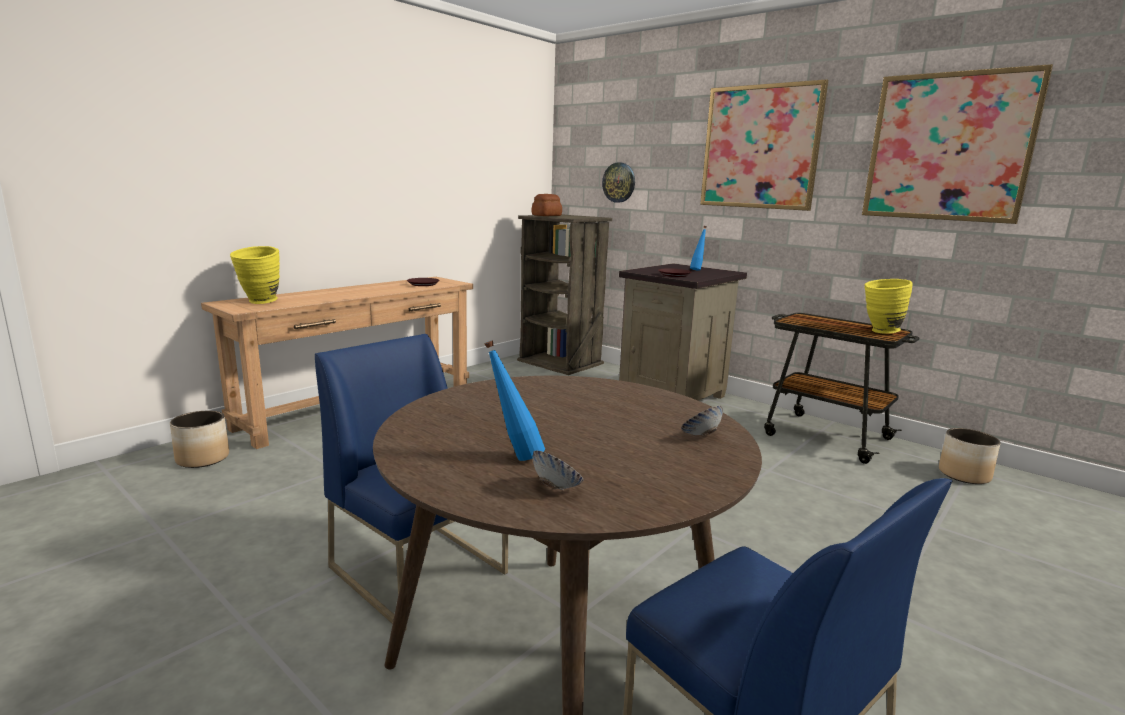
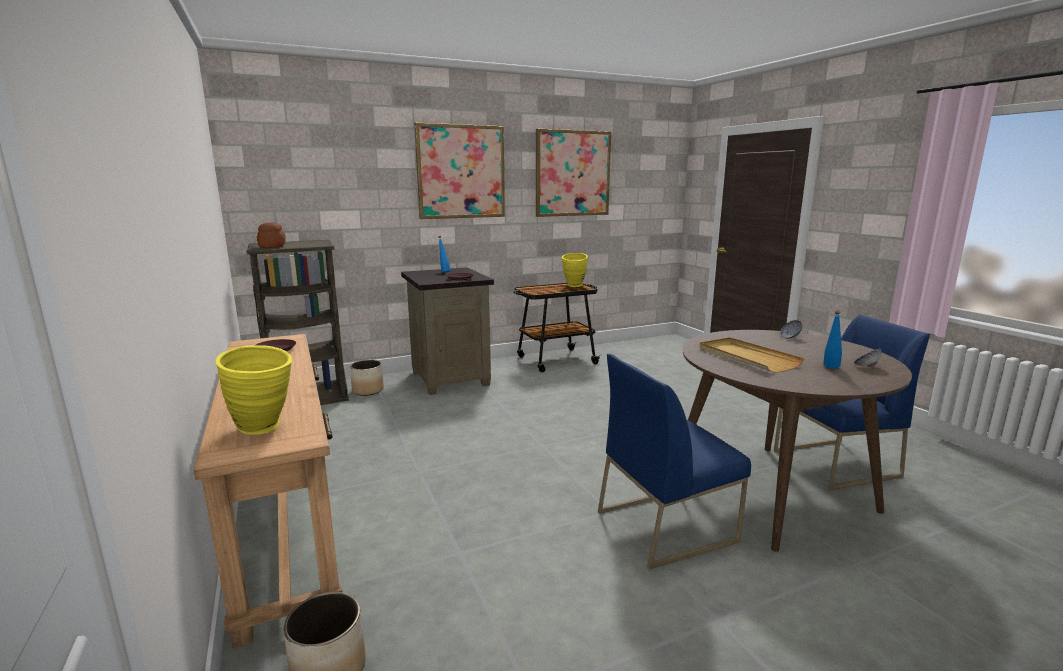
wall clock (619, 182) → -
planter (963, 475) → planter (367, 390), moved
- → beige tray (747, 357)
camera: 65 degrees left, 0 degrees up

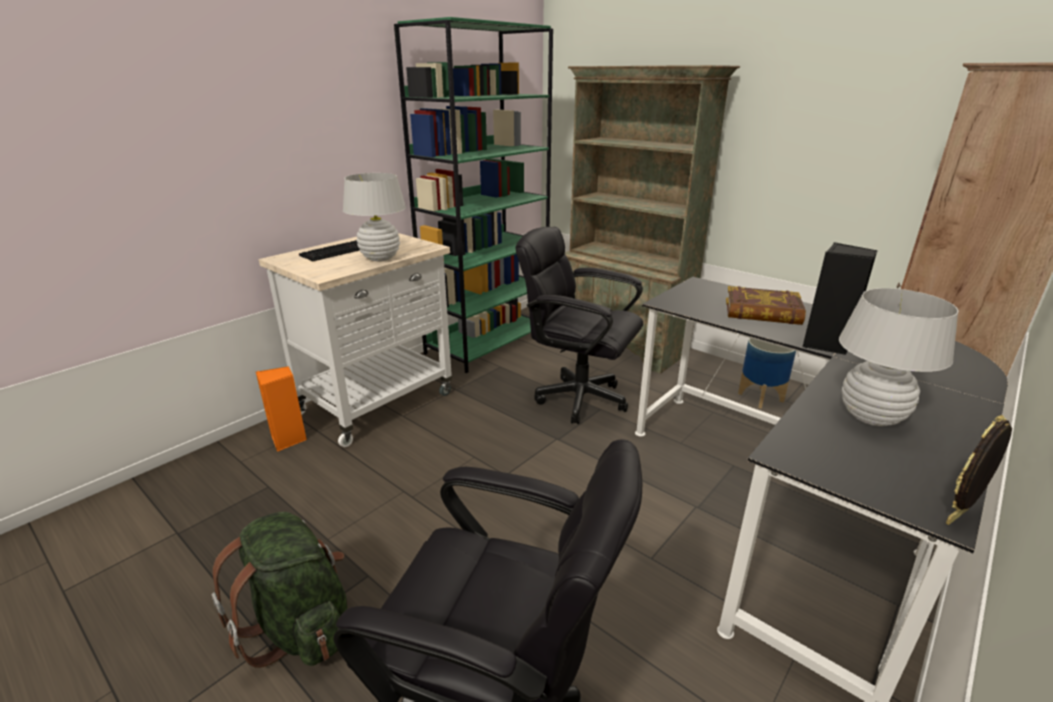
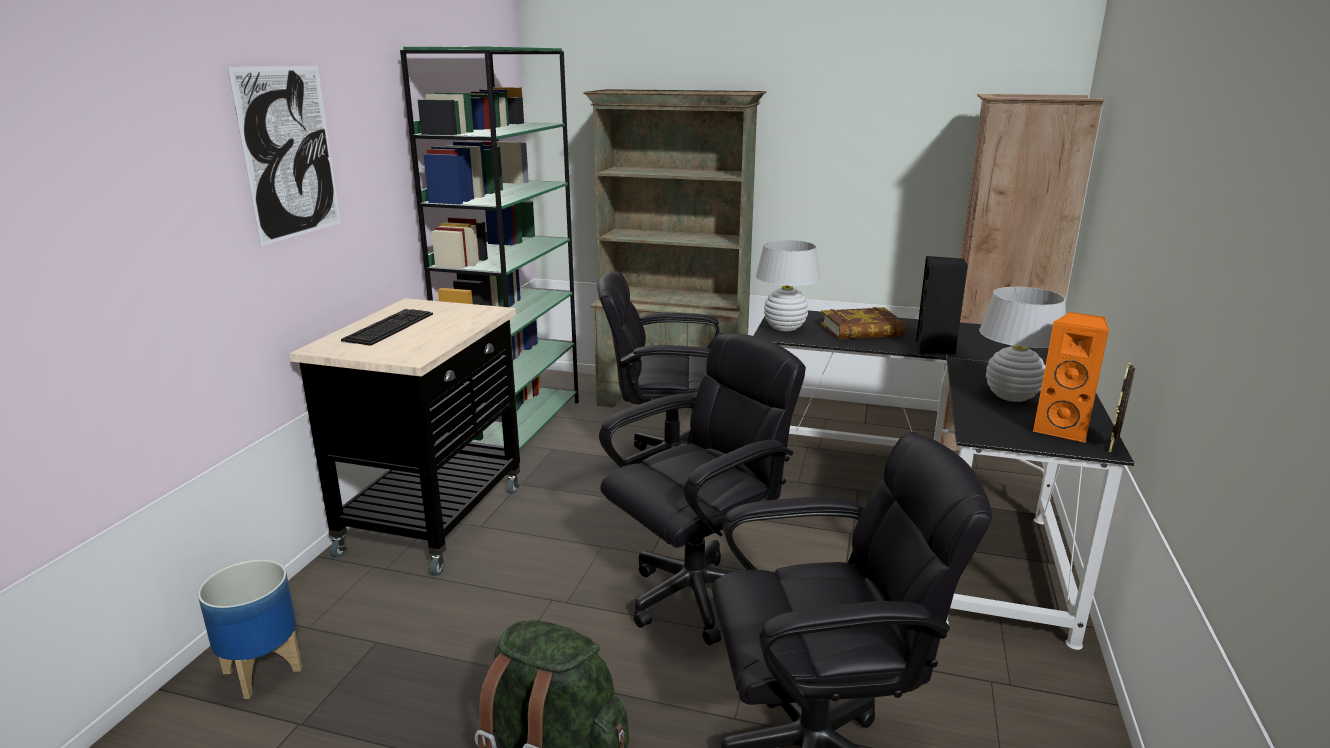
white table lamp (380, 258) → white table lamp (785, 328), moved
white cart (376, 402) → black cart (433, 520)
planter (761, 397) → planter (264, 670), moved
orange speaker (289, 439) → orange speaker (1062, 430), moved
- → picture (289, 153)
- → black office chair (699, 594)
camera: 25 degrees left, 5 degrees down

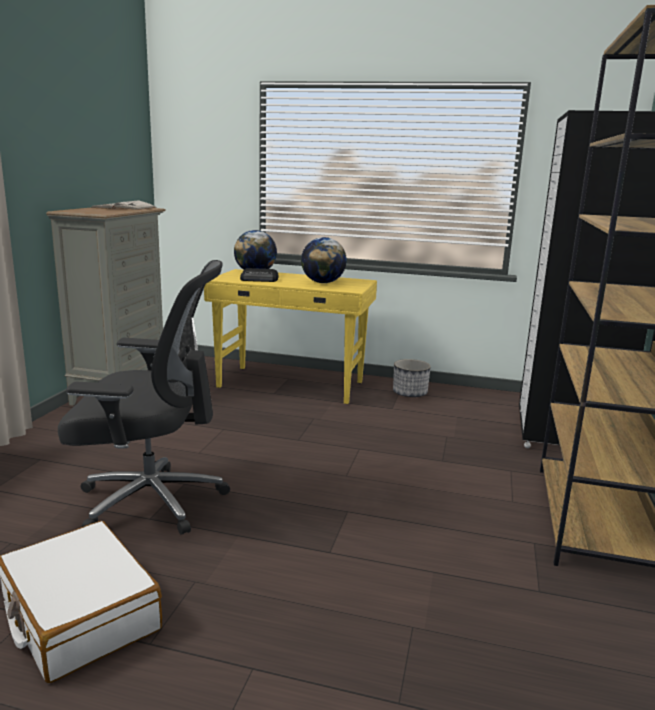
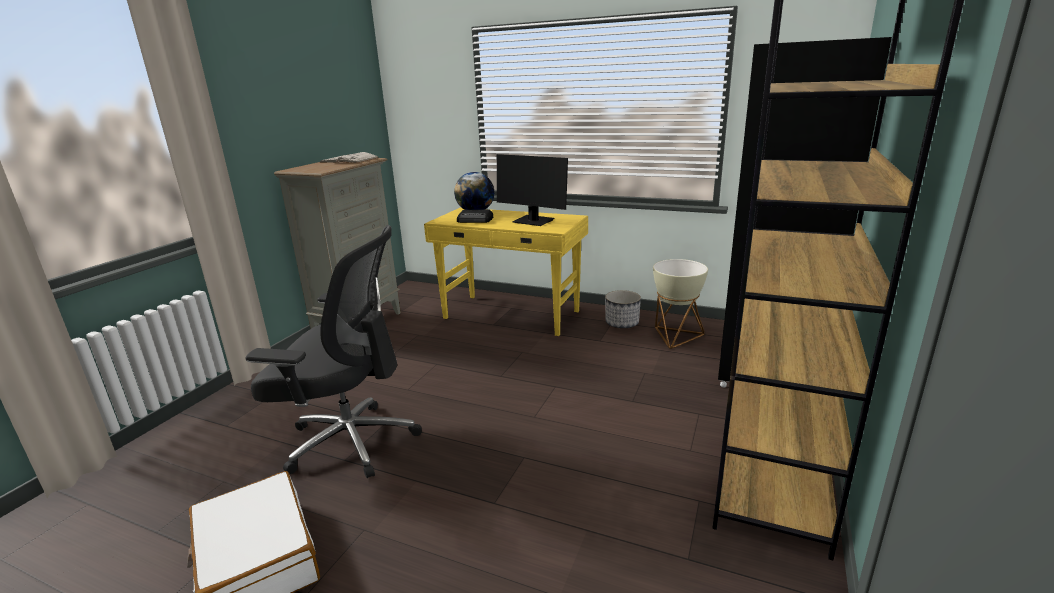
globe (323, 282) → monitor (533, 221)
- → planter (675, 336)
camera: 10 degrees right, 5 degrees up

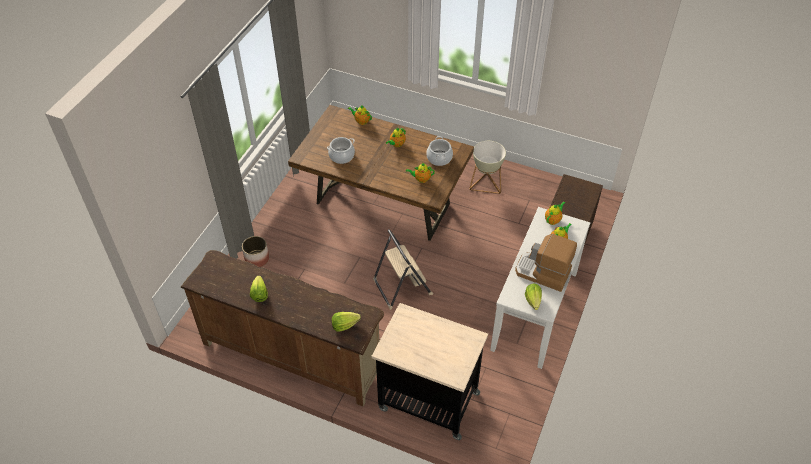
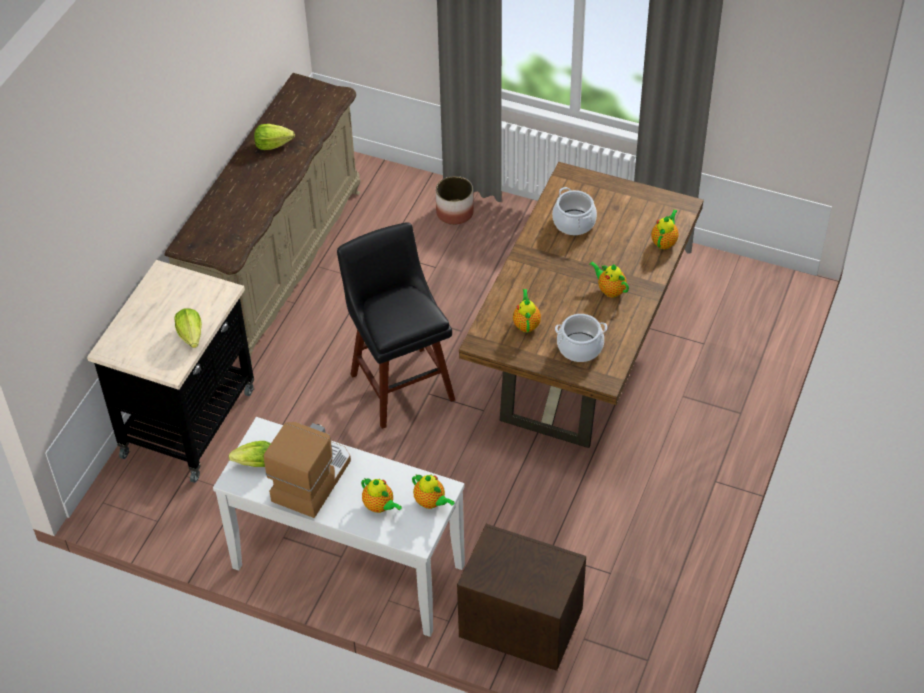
planter (486, 185) → -
beige step ladder (400, 287) → black stool (400, 384)
lettuce (344, 325) → lettuce (191, 336), moved
camera: 90 degrees right, 0 degrees up

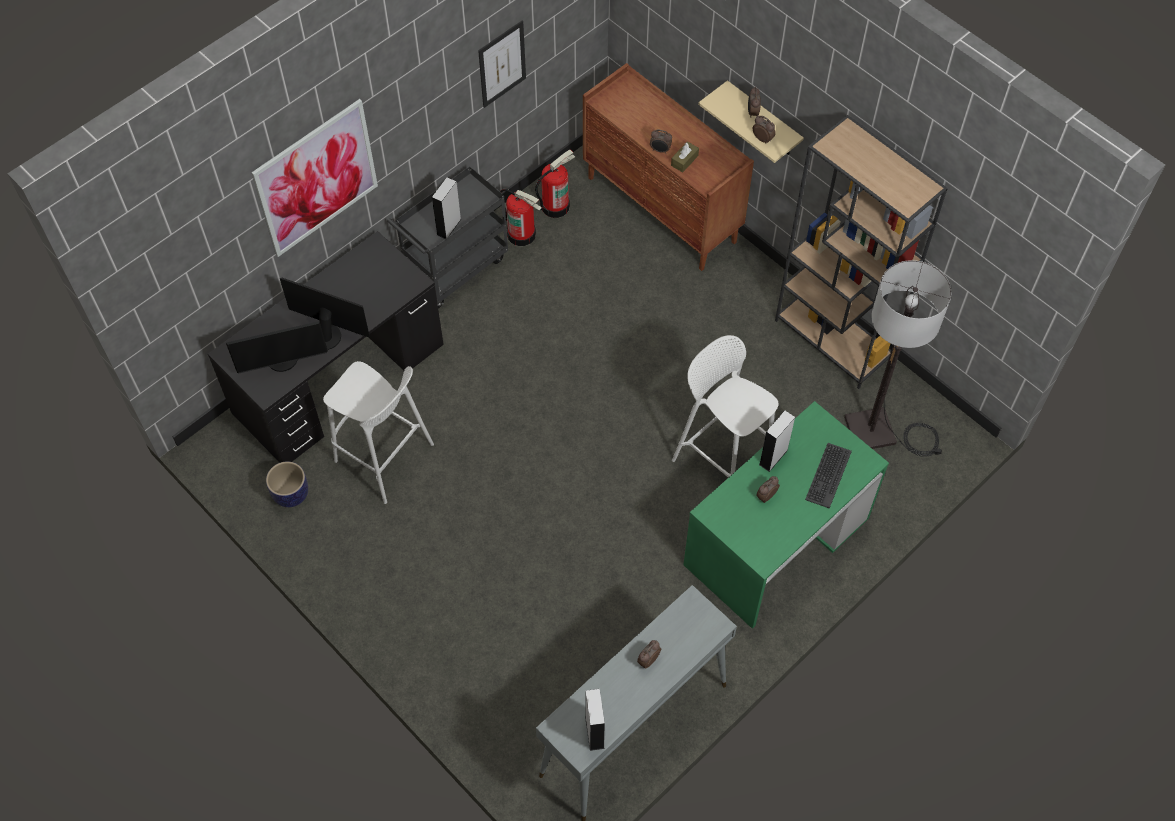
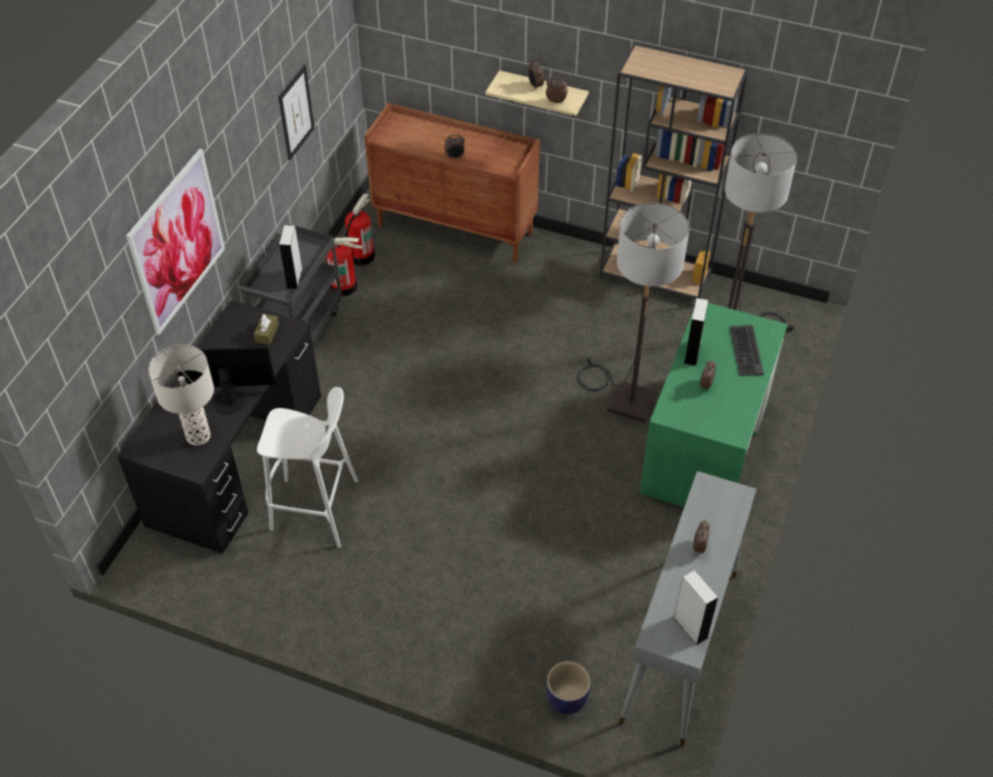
brown tissue box (684, 160) → brown tissue box (267, 333), moved
monitor (283, 361) → white table lamp (198, 435)
white stool (723, 456) → floor lamp (620, 395)
planter (290, 494) → planter (566, 699), moved
camera: 25 degrees left, 10 degrees down

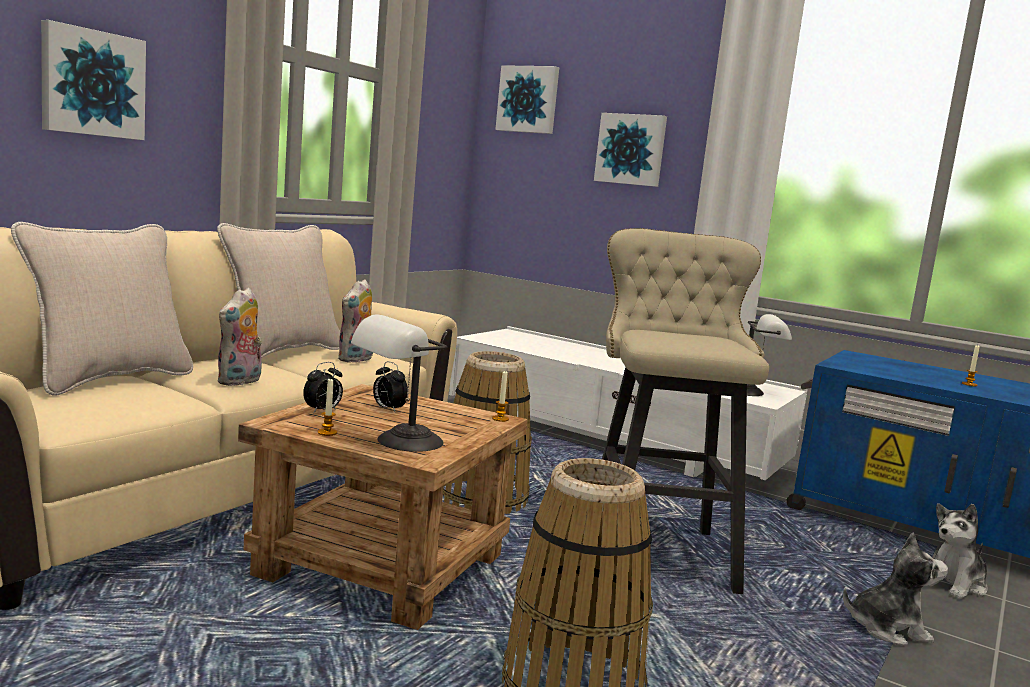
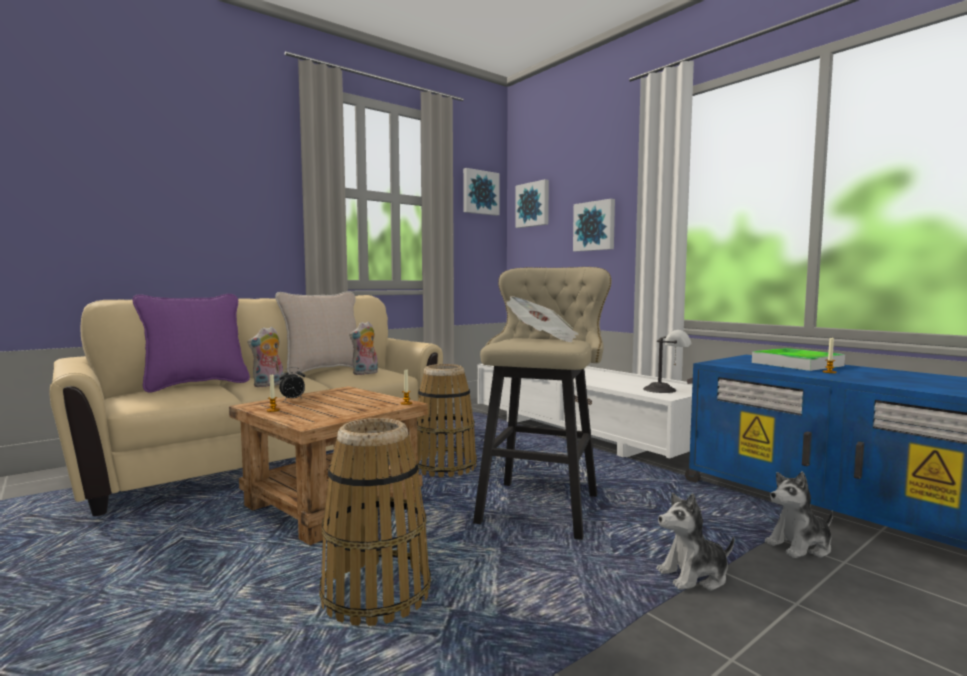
picture (92, 83) → picture (480, 192), moved
beige pillow (109, 379) → purple pillow (196, 385)
table lamp (399, 443) → -
alarm clock (388, 409) → -
plush toy (887, 629) → plush toy (694, 576), 150 degrees clockwise
- → newspaper (543, 339)
- → tray (797, 364)
camera: 20 degrees right, 5 degrees down

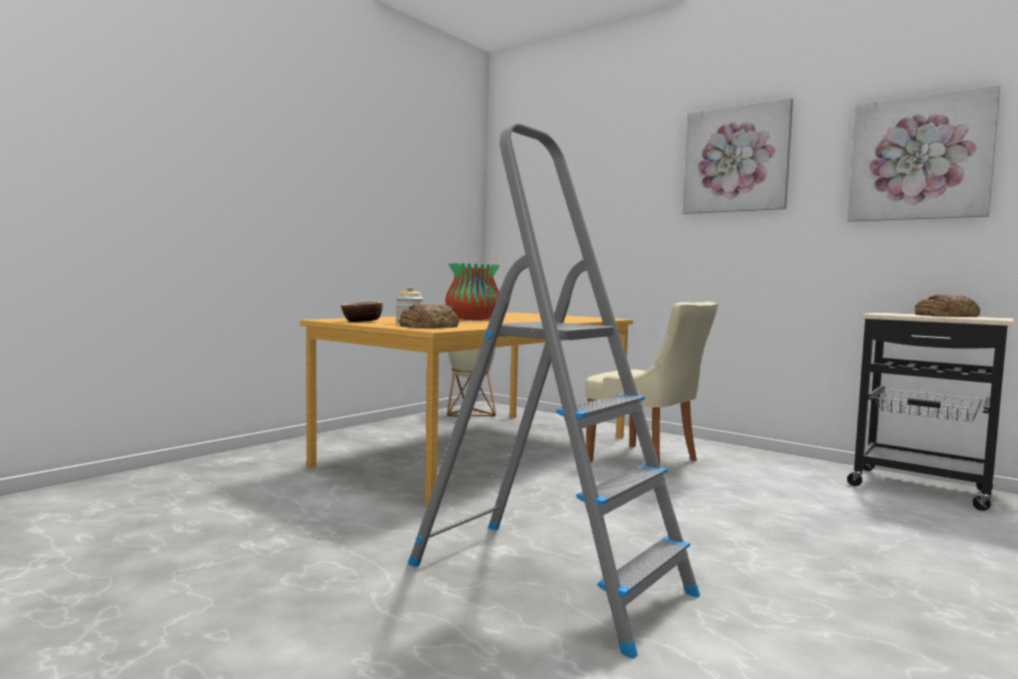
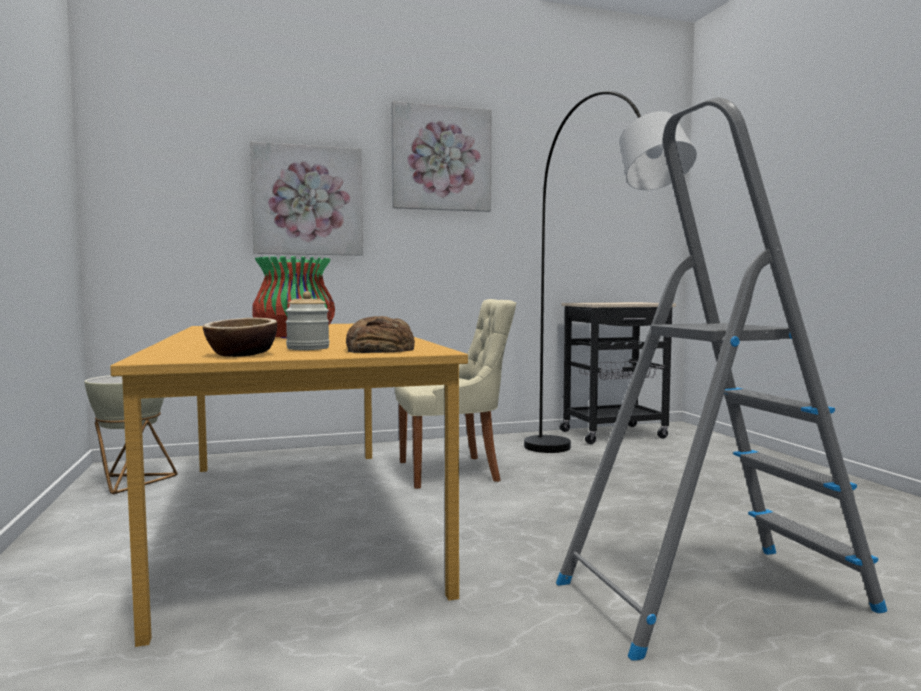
picture (919, 158) → picture (307, 201), moved
bread (946, 315) → -
- → grey floor lamp (595, 470)
camera: 55 degrees left, 0 degrees up

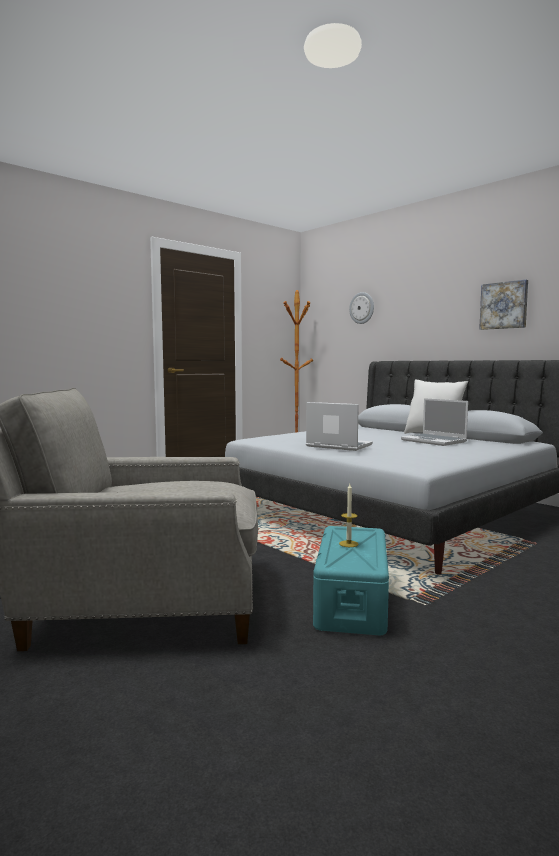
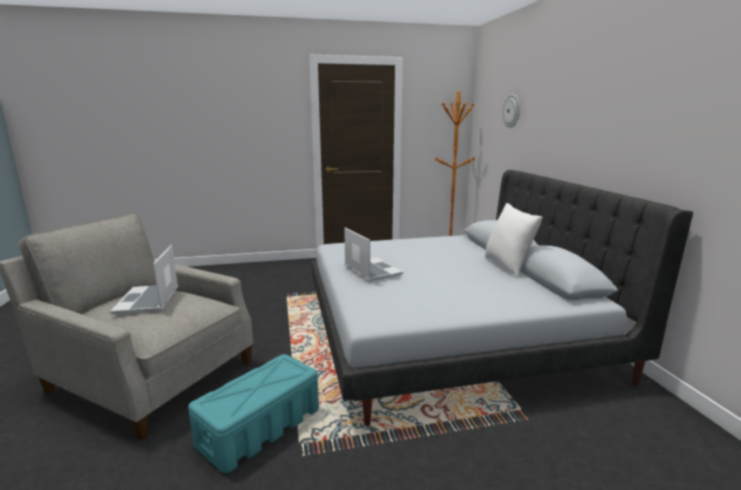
picture (504, 305) → -
laptop (434, 441) → laptop (148, 301), moved
candle (348, 544) → -
camera: 30 degrees right, 10 degrees up

